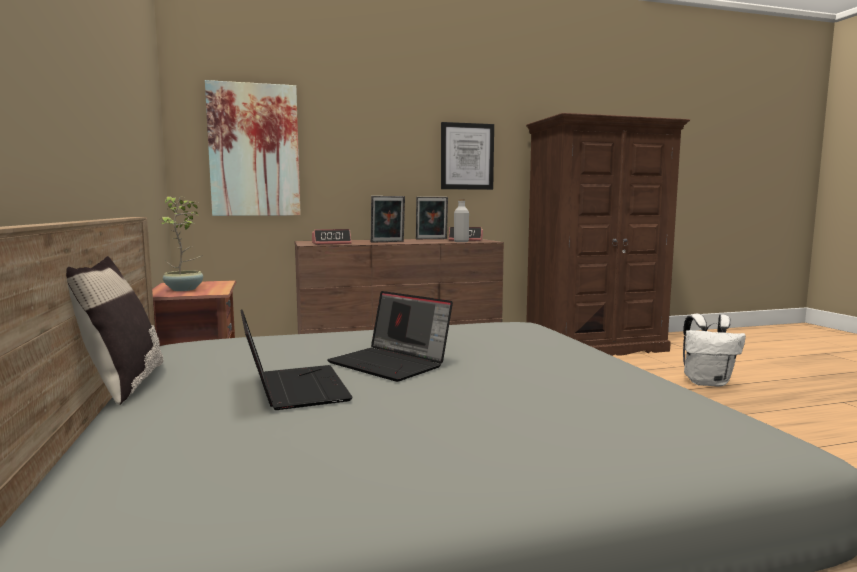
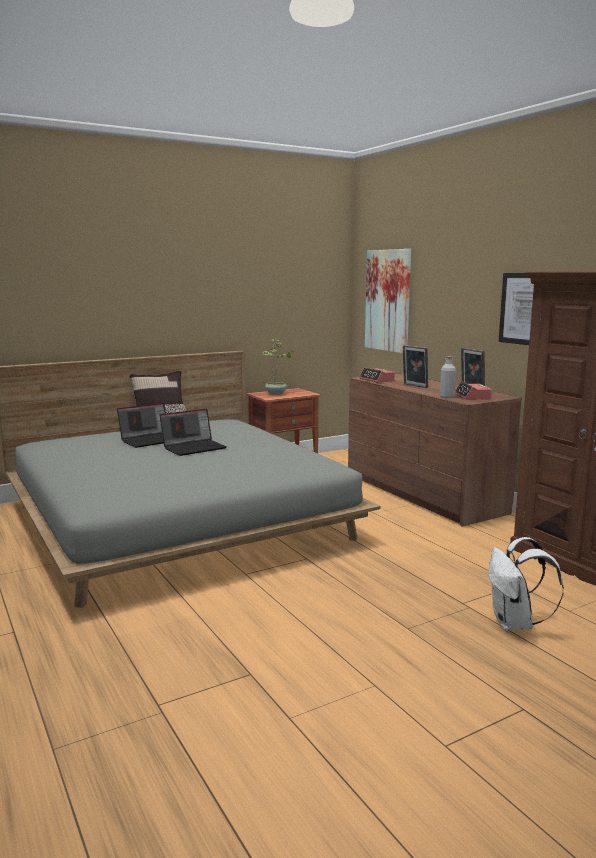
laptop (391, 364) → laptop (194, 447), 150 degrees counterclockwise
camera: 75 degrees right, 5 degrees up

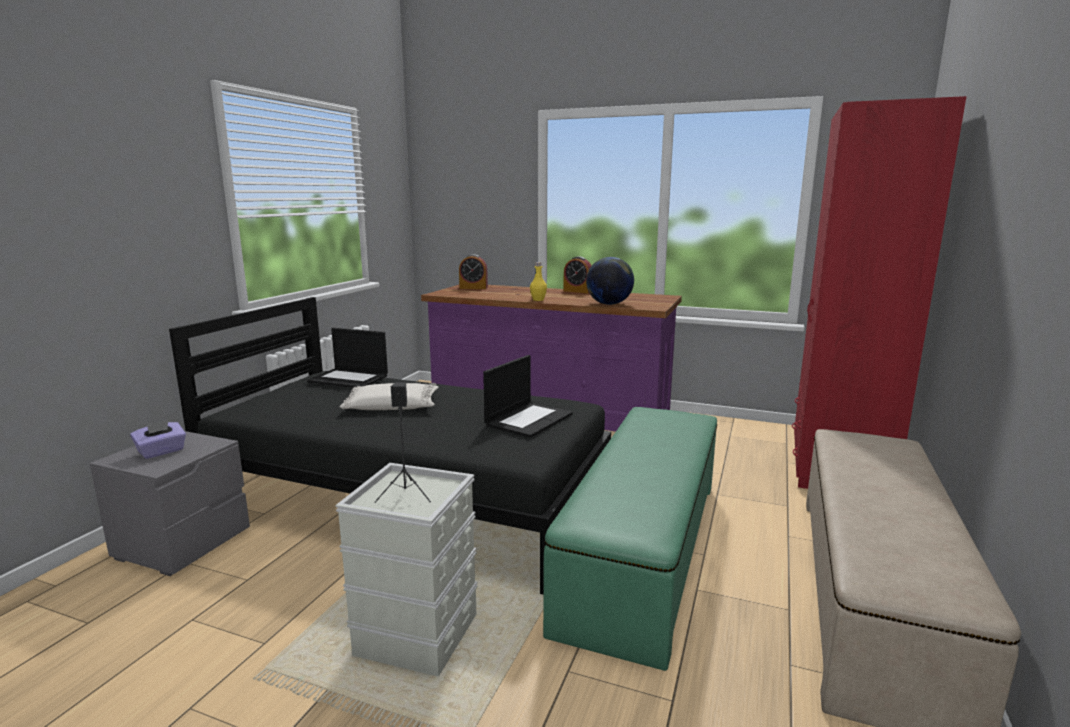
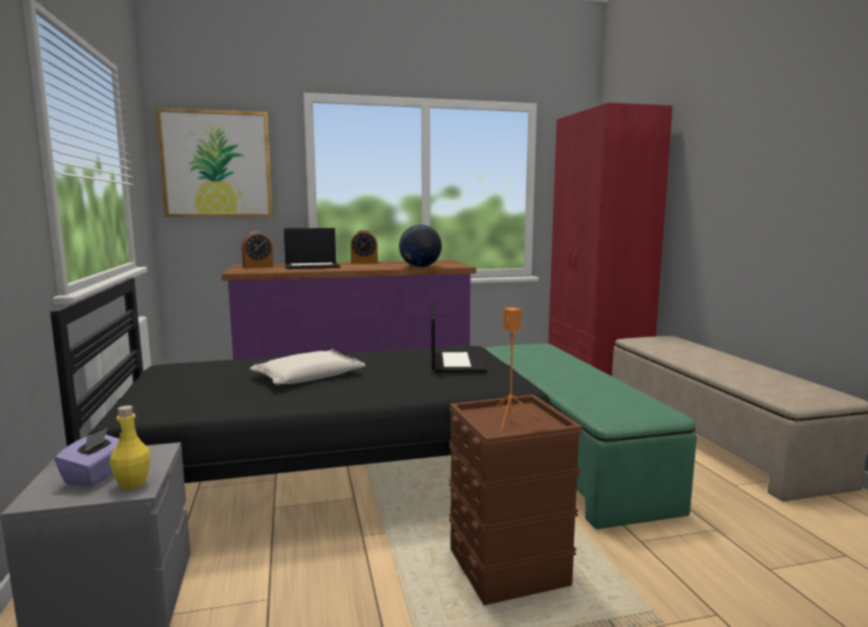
yellow bottle (538, 300) → yellow bottle (133, 484), moved
laptop (349, 379) → laptop (312, 266), moved
black speaker (406, 494) → orange speaker (510, 420)
grey storage box (415, 636) → brown storage box (507, 568)
- → picture (217, 164)
camera: 35 degrees left, 5 degrees down

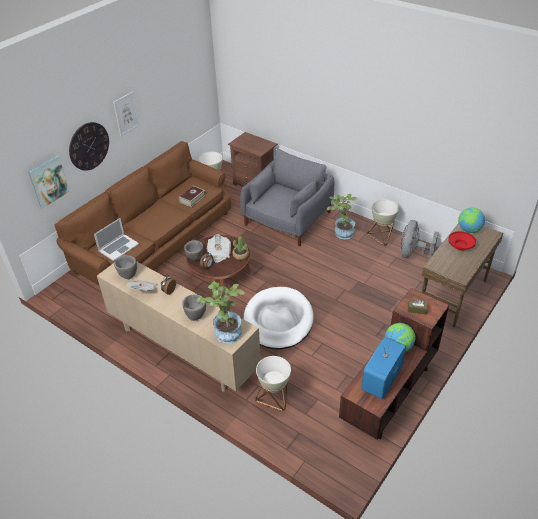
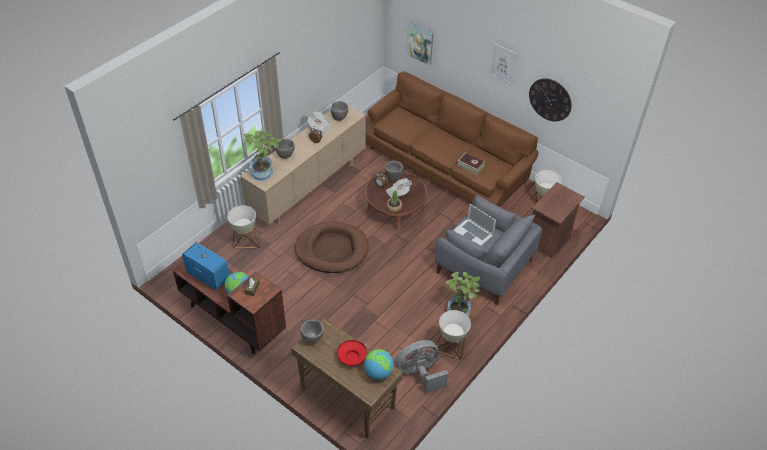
wall clock (89, 146) → wall clock (550, 99), moved
laptop (118, 247) → laptop (473, 233), moved
grey fan (412, 253) → grey fan (420, 374), 45 degrees counterclockwise
white dog bed (278, 320) → brown dog bed (332, 250)
- → grey bowl (312, 339)
camera: 90 degrees right, 5 degrees up

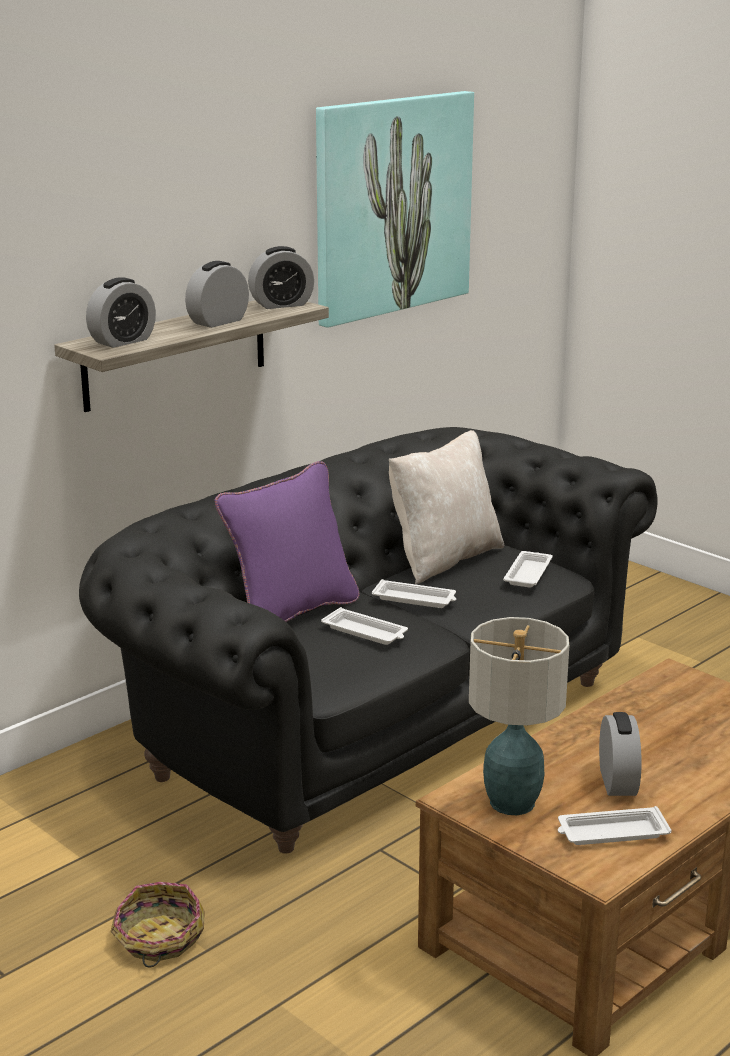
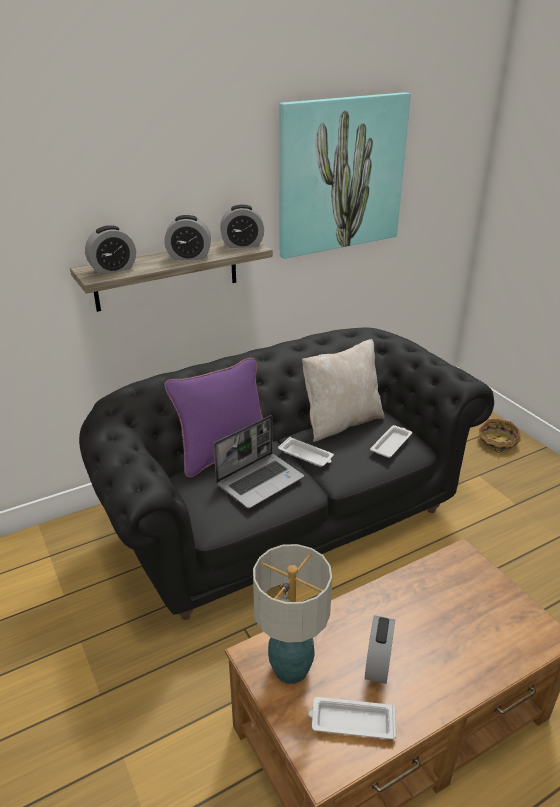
alarm clock (218, 322) → alarm clock (189, 257), 150 degrees counterclockwise
white tray (366, 632) → laptop (260, 480)
basket (158, 939) → basket (497, 442), moved
camera: 15 degrees right, 10 degrees up

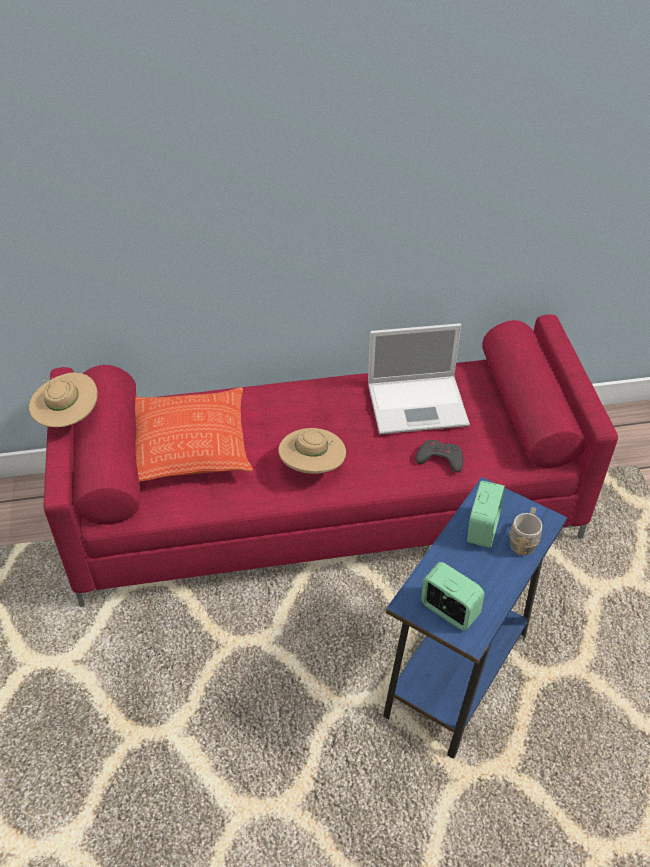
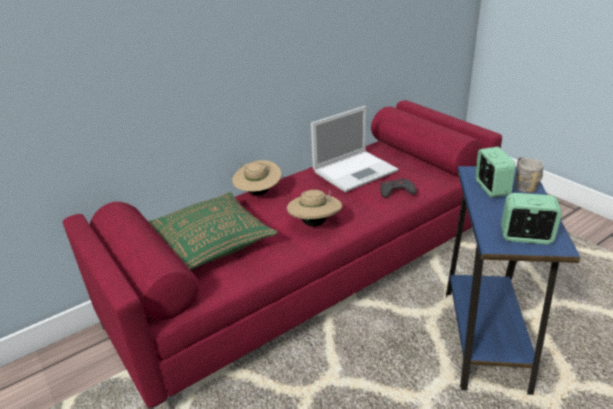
beige hat (68, 418) → beige hat (258, 193), moved
orange pillow (190, 448) → green pillow (210, 244)
camera: 25 degrees left, 15 degrees down

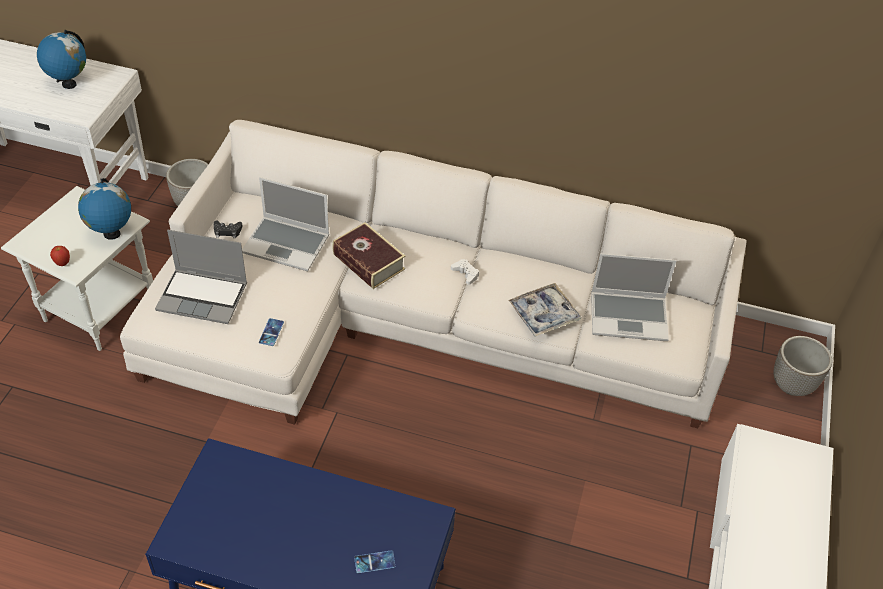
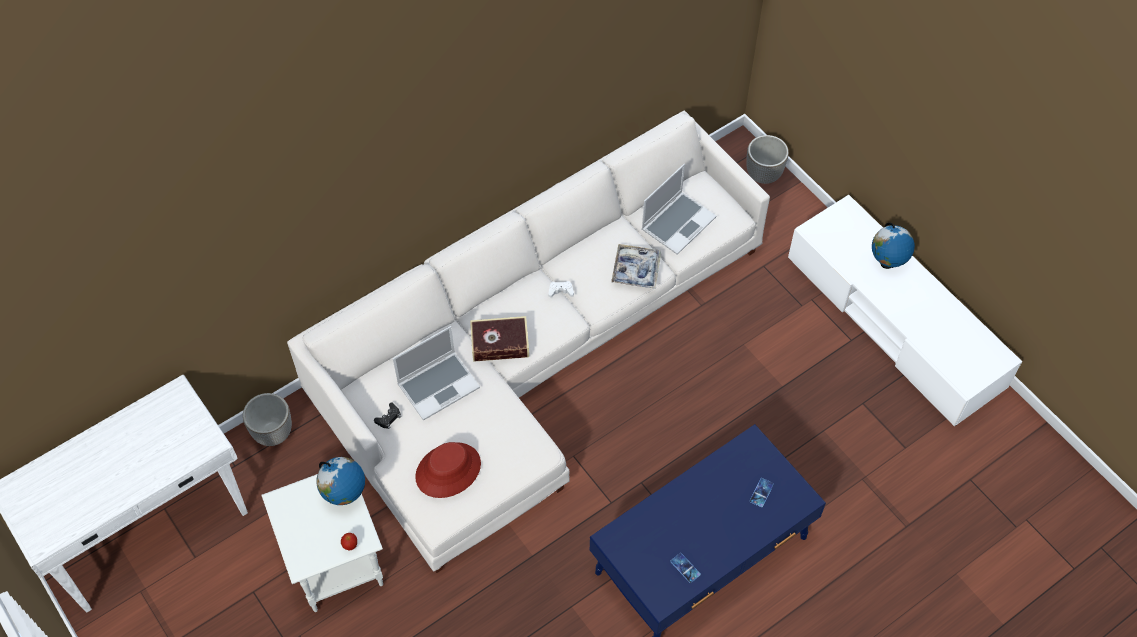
globe (69, 84) → globe (886, 263), moved
laptop (204, 297) → red hat (448, 470)
phone (271, 332) → phone (685, 568), moved
camera: 50 degrees left, 10 degrees up

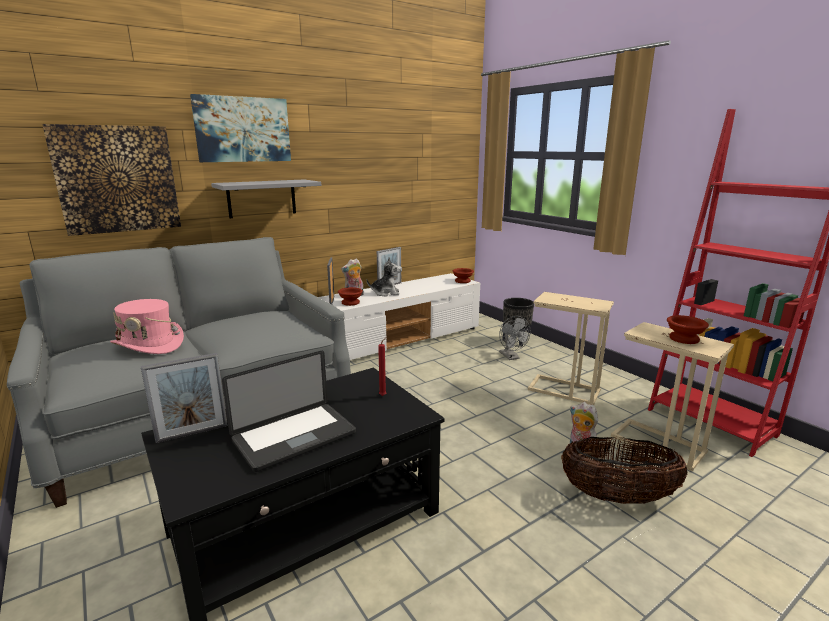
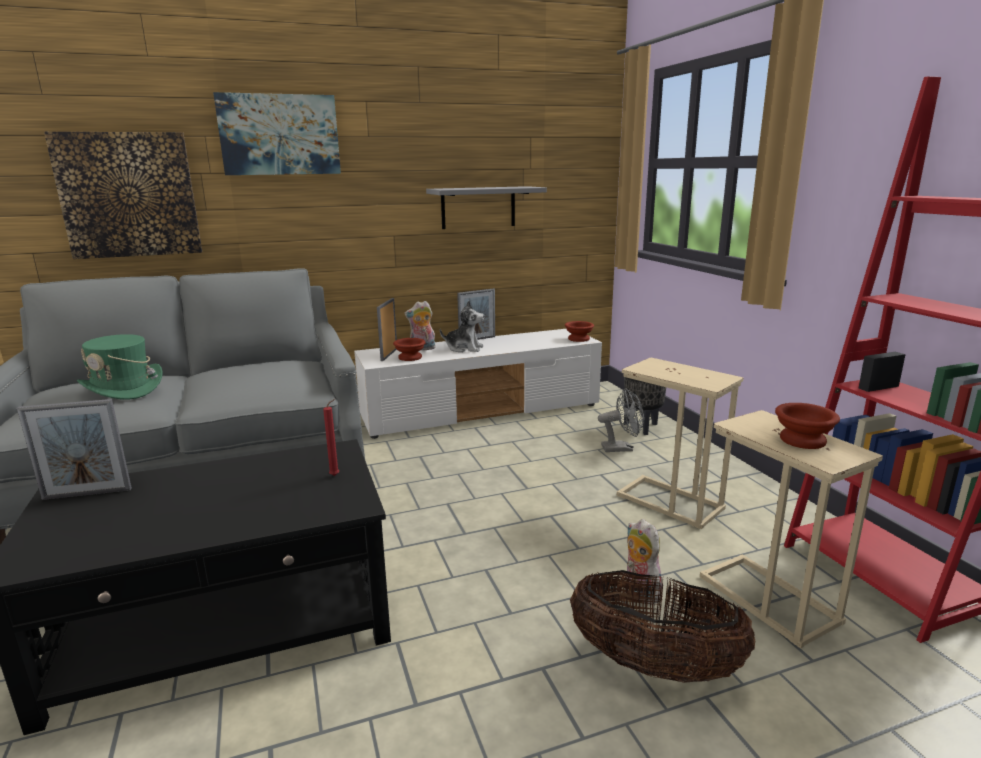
grey shelf (262, 198) → grey shelf (478, 207), moved
pink hat (149, 345) → green hat (124, 388)
grey fan (511, 357) → grey fan (621, 448), 90 degrees counterclockwise
laptop (294, 437) → -
camera: 15 degrees right, 0 degrees up

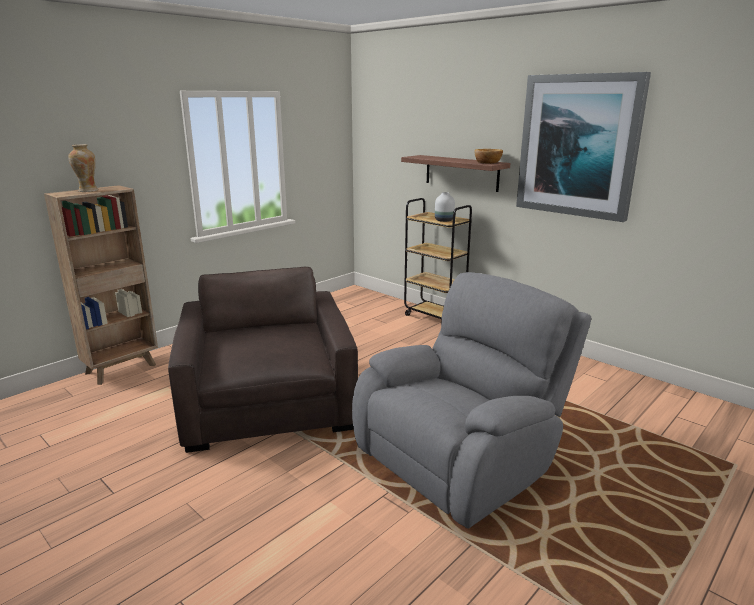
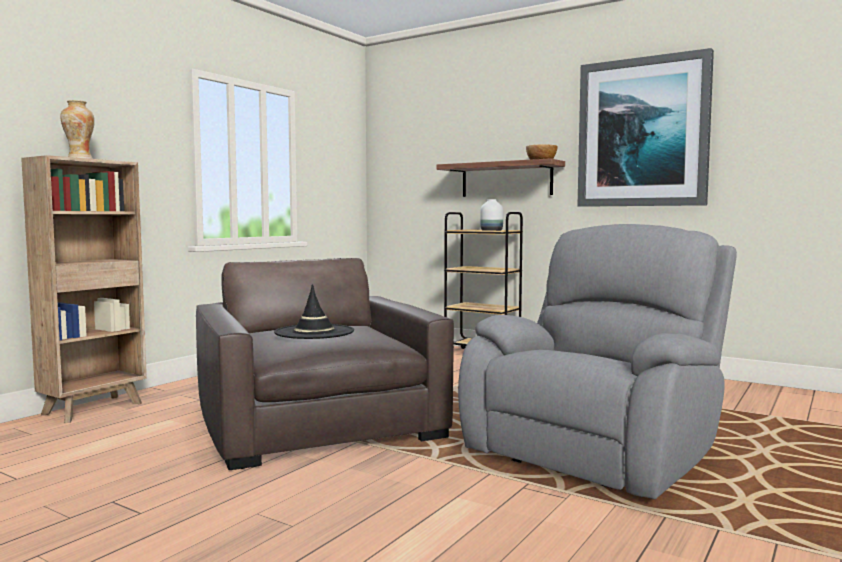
- → black hat (314, 332)
camera: 10 degrees left, 15 degrees down

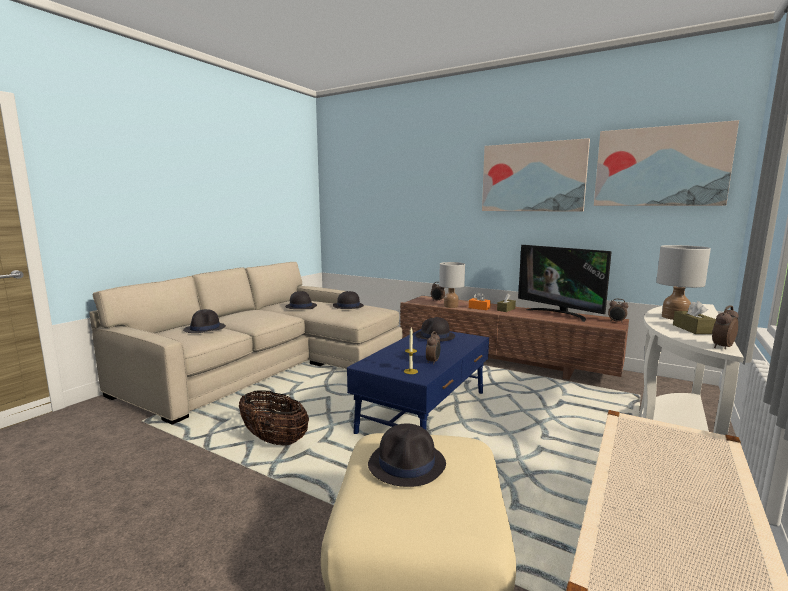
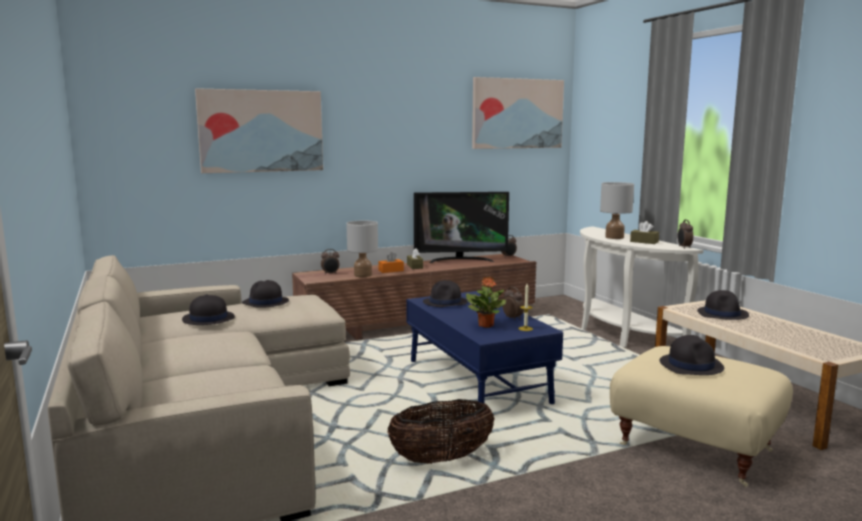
picture (532, 177) → picture (261, 131), moved
black hat (205, 329) → black hat (722, 314), moved
- → potted plant (486, 325)
camera: 55 degrees left, 0 degrees up

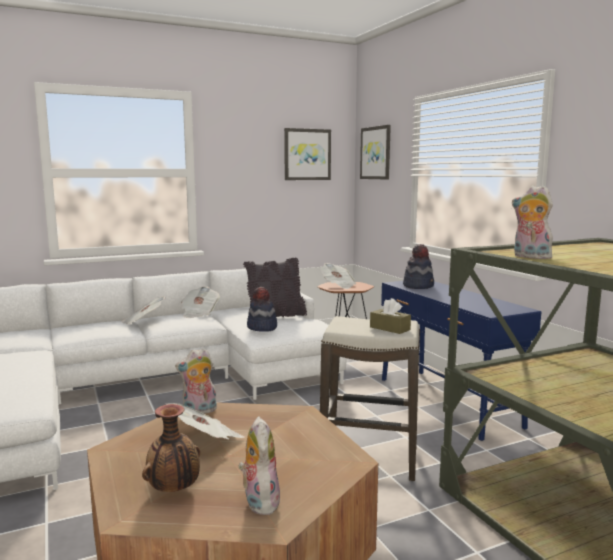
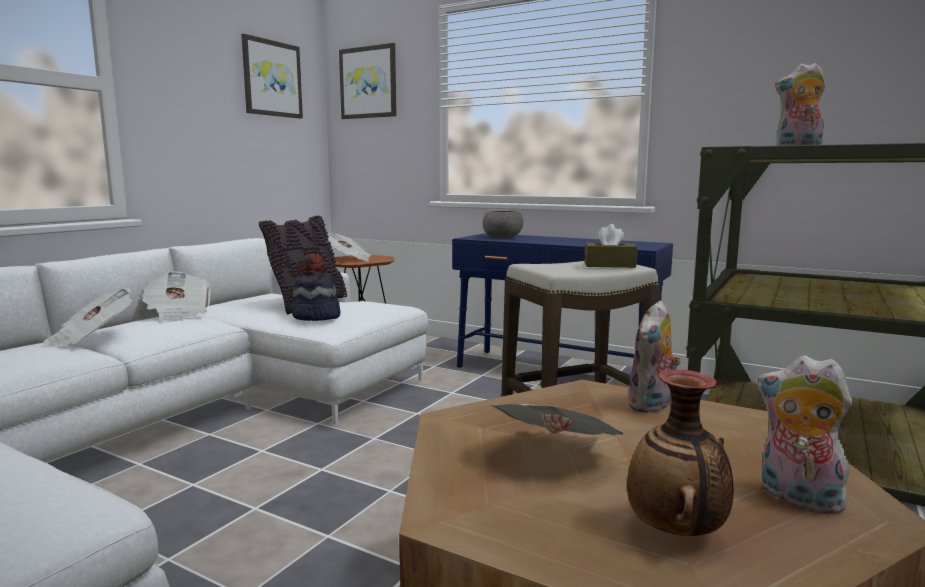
hat (418, 286) → grey bowl (502, 237)
plush toy (199, 411) → plush toy (652, 406), moved
camera: 35 degrees left, 0 degrees up

